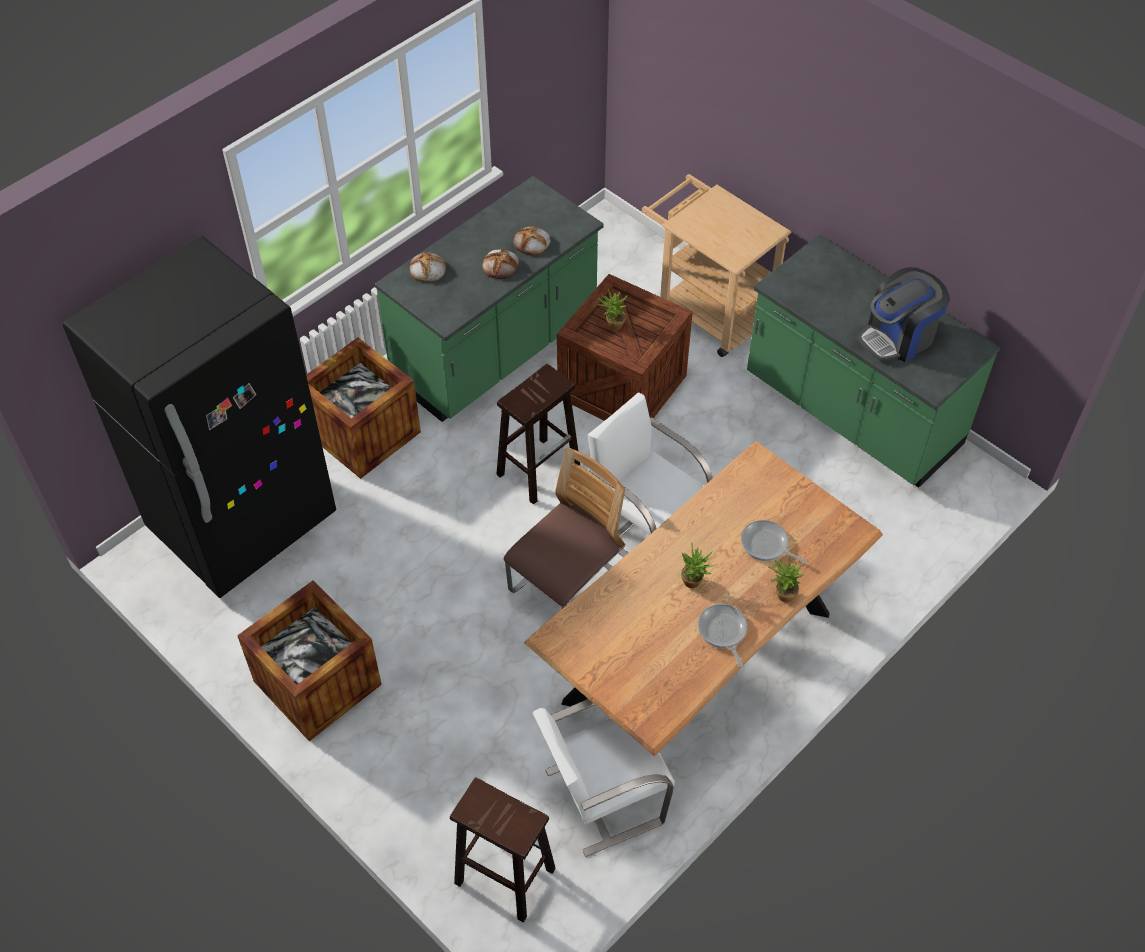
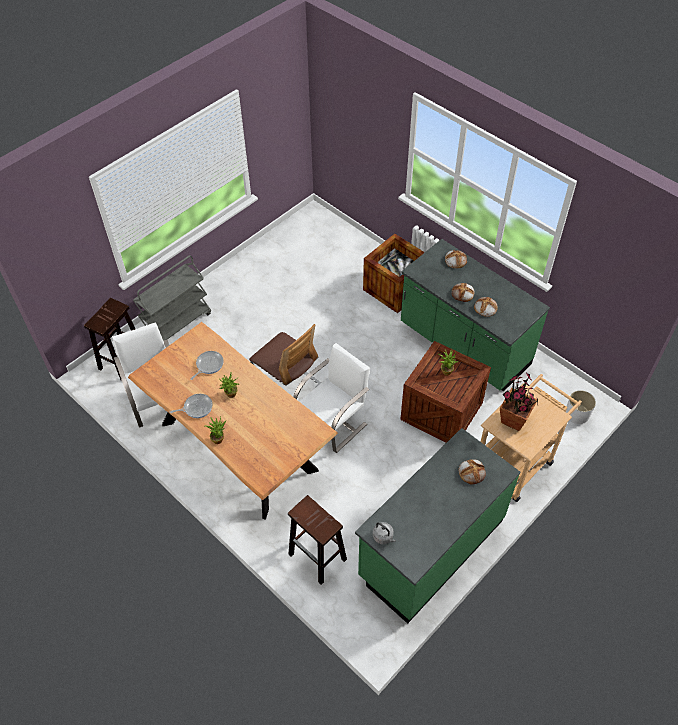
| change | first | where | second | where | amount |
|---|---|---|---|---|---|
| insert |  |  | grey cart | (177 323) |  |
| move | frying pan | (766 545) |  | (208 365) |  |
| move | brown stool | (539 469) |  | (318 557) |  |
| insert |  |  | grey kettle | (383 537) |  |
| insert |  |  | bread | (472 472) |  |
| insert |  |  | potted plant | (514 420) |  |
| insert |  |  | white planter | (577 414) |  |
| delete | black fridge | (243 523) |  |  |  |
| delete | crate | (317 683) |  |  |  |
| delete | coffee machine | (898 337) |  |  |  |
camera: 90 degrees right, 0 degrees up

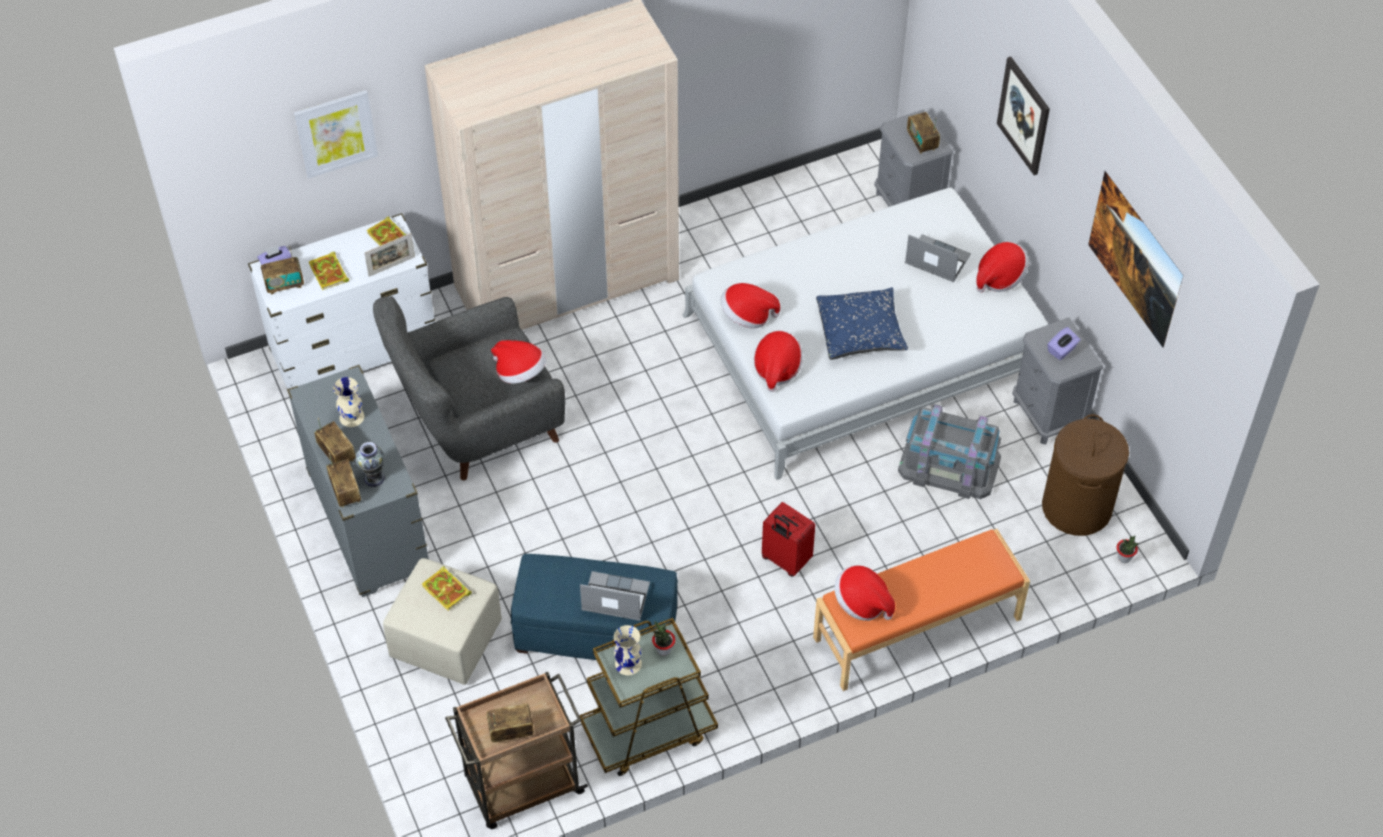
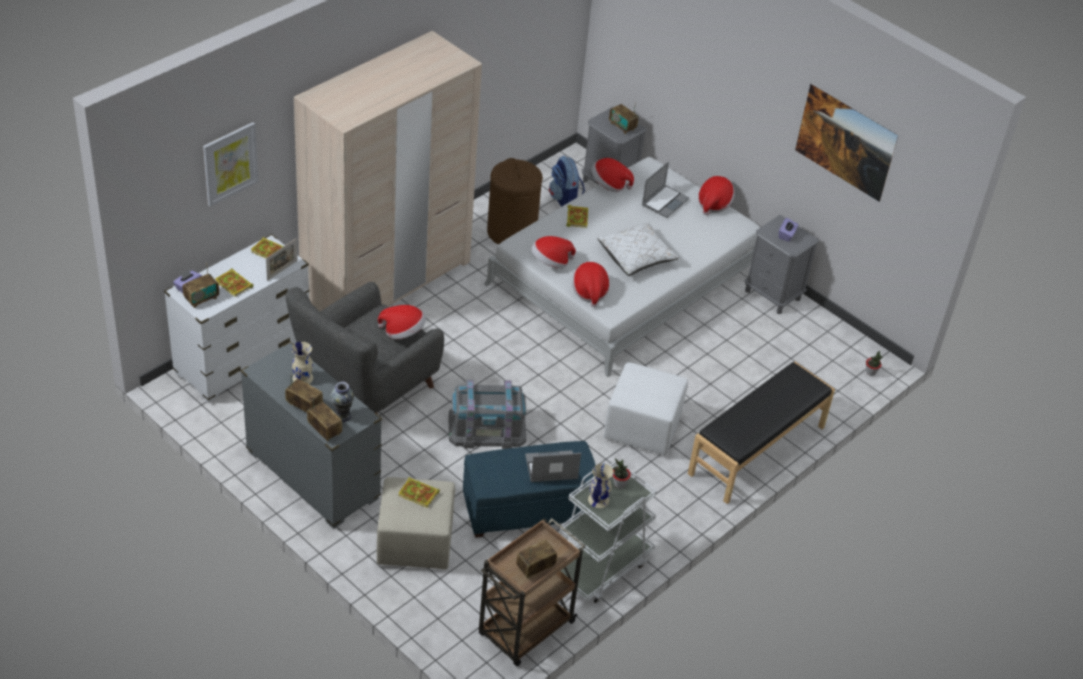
| change | first | where | second | where | amount |
|---|---|---|---|---|---|
| move | grey storage box | (949 465) |  | (487 428) |  |
| move | brown laundry basket | (1077 507) |  | (512 232) |  |
| insert |  |  | backpack | (565 199) |  |
| recolor | brown cart | (648 730) | white cart | (600 566) |  |
| insert |  |  | book | (576 217) |  |
| move | hat | (862 602) |  | (609 184) |  |
| recolor | blue pillow | (860 333) | white pillow | (636 257) |  |
| replace | red suitcase | (785 560) | white ottoman | (641 428) |  |
| rotate | laptop | (936 260) |  | (664 202) | 120 degrees clockwise |
| recolor | orange bench | (918 629) | black bench | (757 451) |  |
| delete | picture | (1024 115) |  |  |  |
camera: 25 degrees left, 10 degrees down

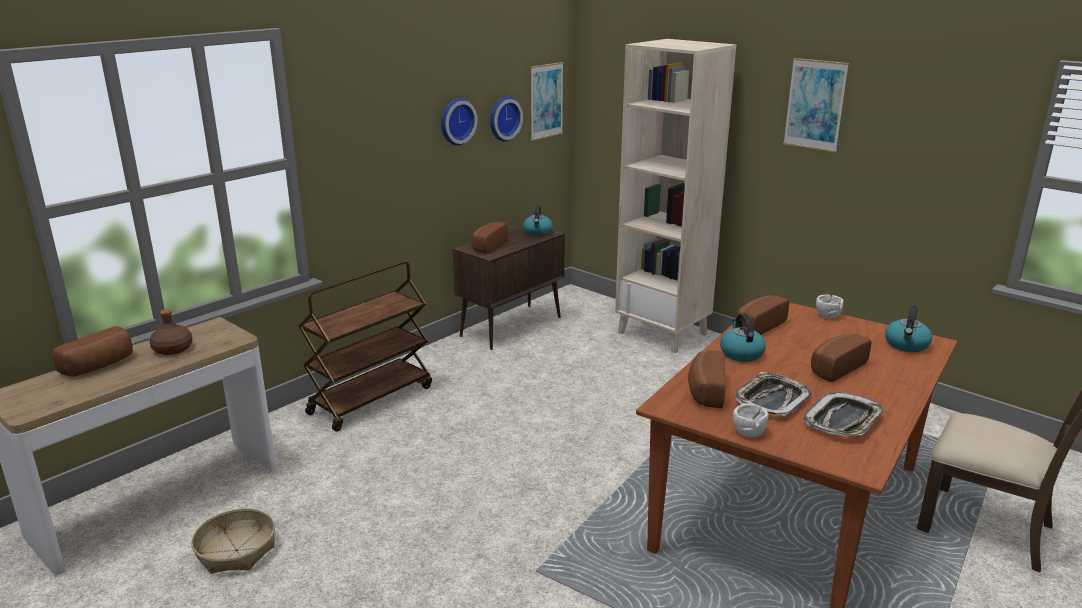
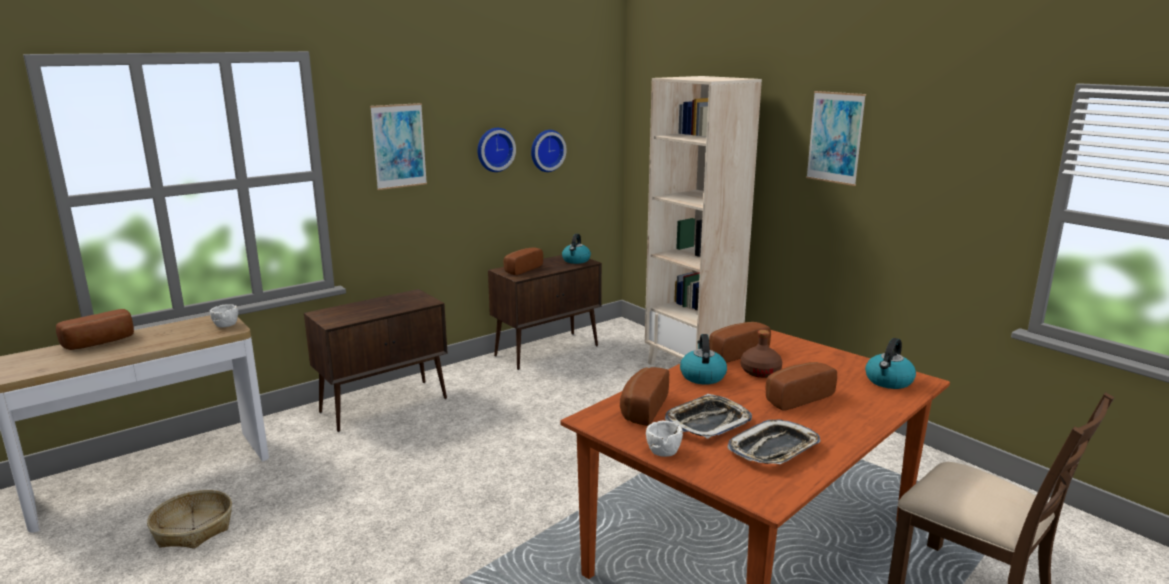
| change | first | where | second | where | amount |
|---|---|---|---|---|---|
| move | white bowl | (827 315) |  | (226 325) |  |
| replace | brown cart | (371 399) | brown cabinet | (385 405) |  |
| move | picture | (546 101) |  | (399 146) |  |
| move | brown bottle | (173 349) |  | (760 372) |  |
camera: 10 degrees right, 5 degrees down

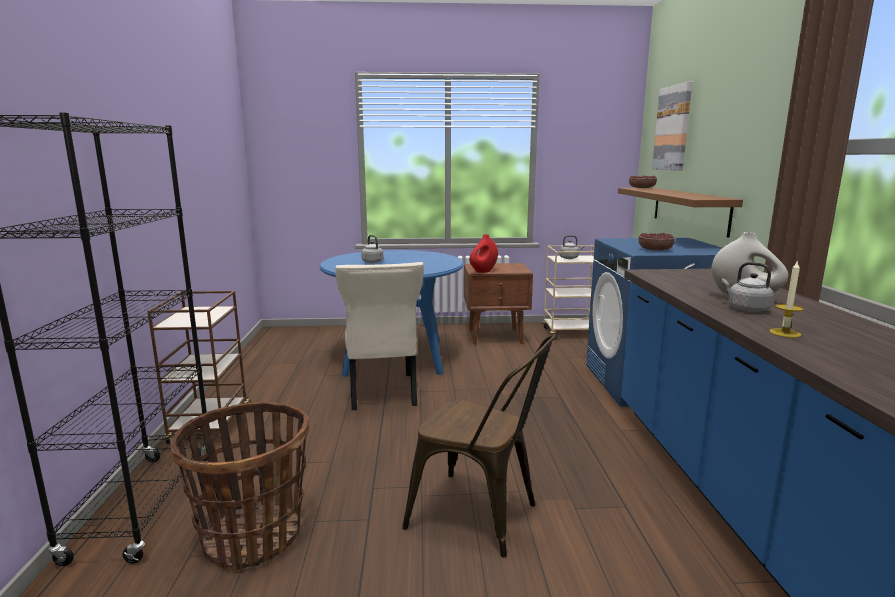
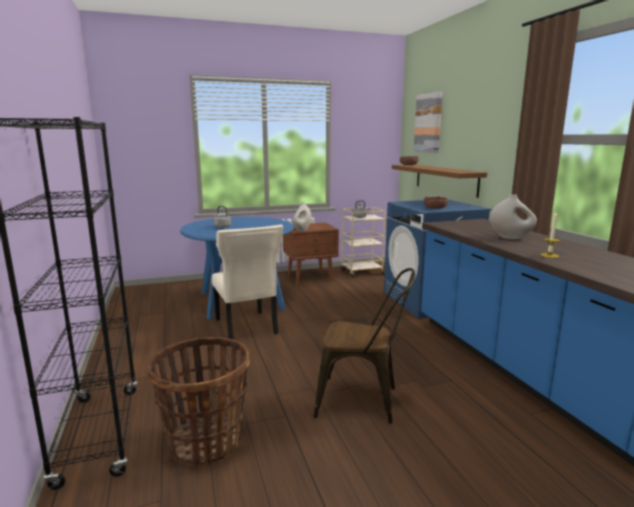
| change | first | where | second | where | amount |
|---|---|---|---|---|---|
| recolor | red vase | (483 271) | white vase | (302 230) |  |
| delete | brown cart | (210 426) |  |  |  |
| delete | grey kettle | (745 309) |  |  |  |
camera: 15 degrees left, 0 degrees up

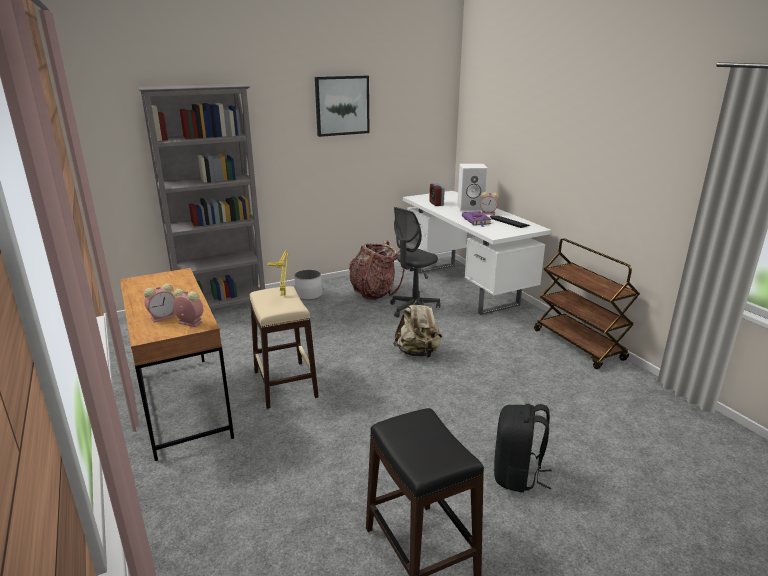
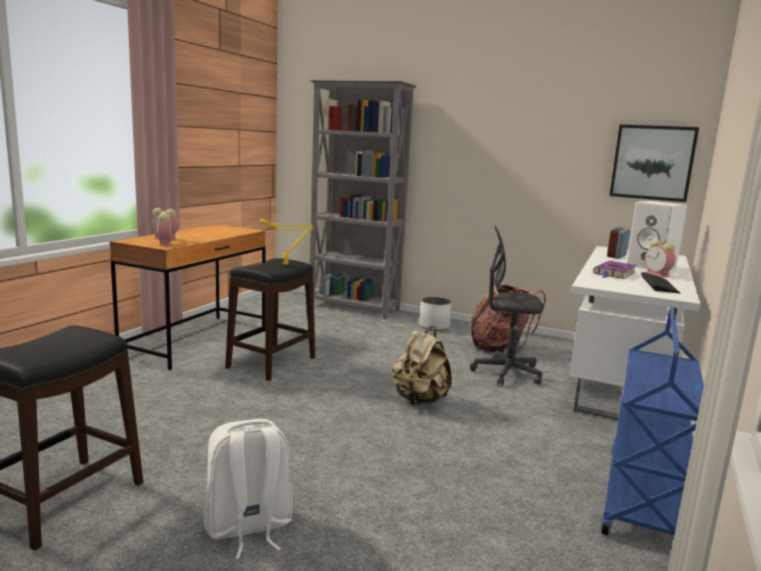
| change | first | where | second | where | amount |
|---|---|---|---|---|---|
| recolor | black backpack | (517 475) | white backpack | (248 527) |  |
| recolor | beige stool | (285 384) | black stool | (272 363) |  |
| recolor | brown cart | (579 345) | blue cart | (644 501) |  |
| move | picture | (342 105) |  | (652 162) |  |
camera: 50 degrees right, 10 degrees down

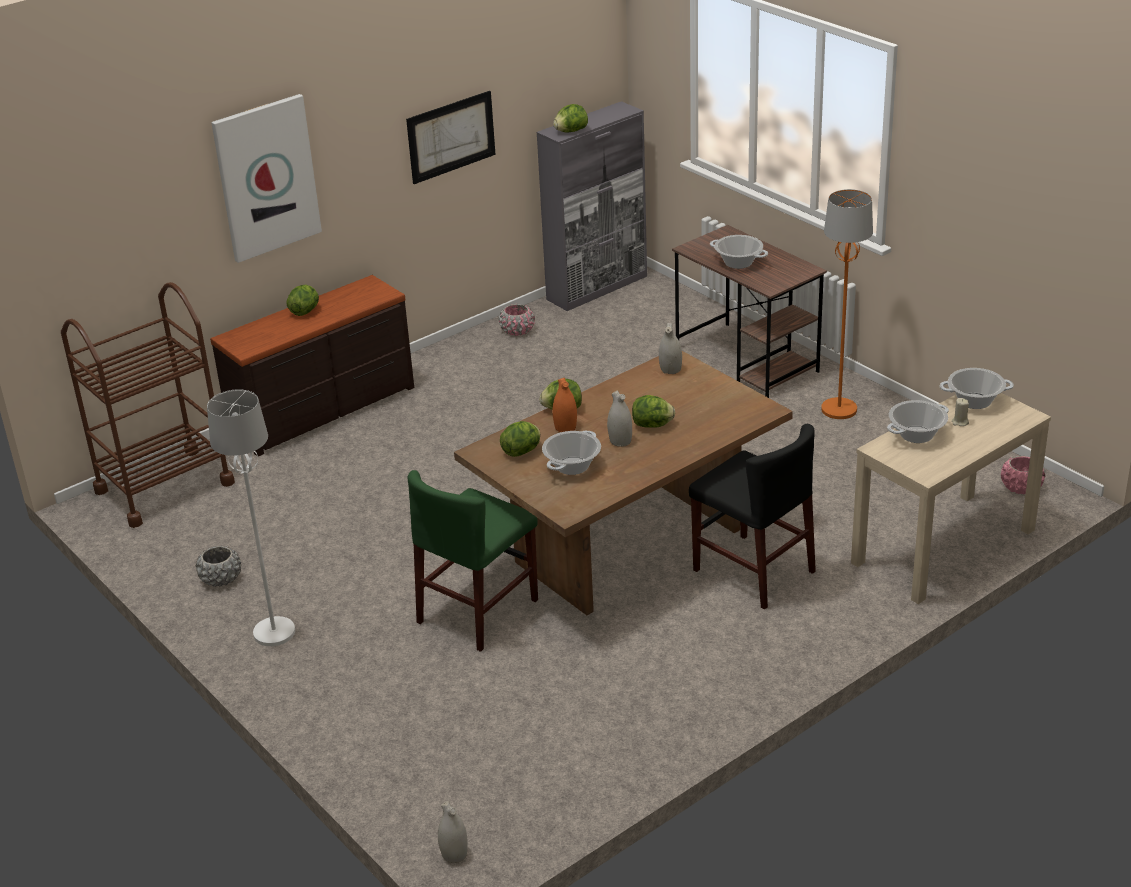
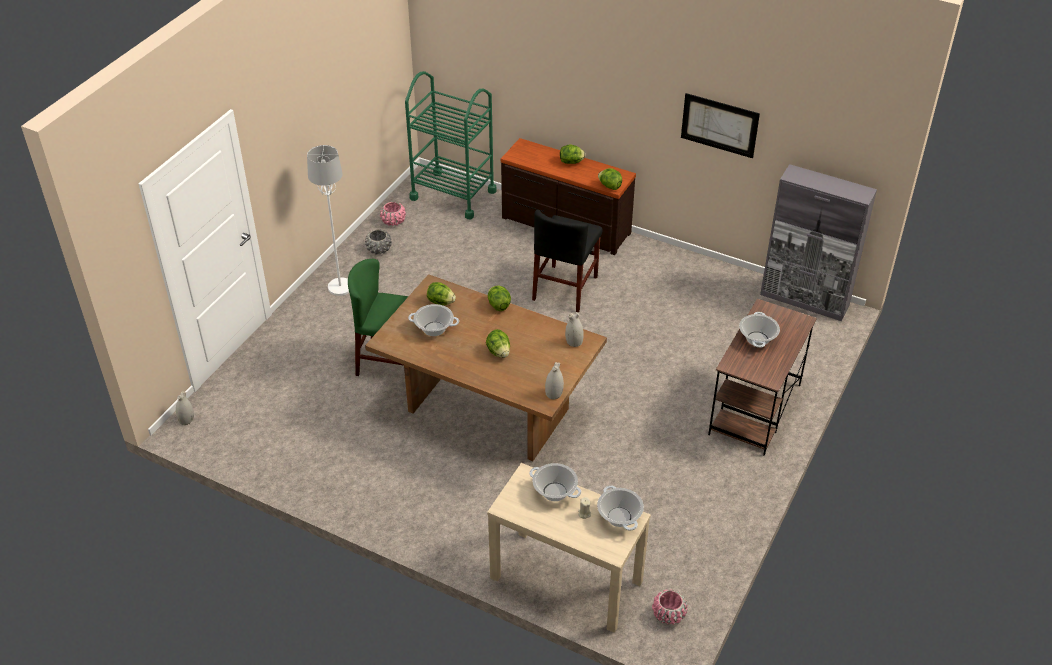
| change | first | where | second | where | amount |
|---|---|---|---|---|---|
| move | pink planter | (517 331) |  | (393 221) |  |
| recolor | brown cart | (164 487) | green cart | (453 195) |  |
| move | black chair | (753 571) |  | (565 288) |  |
| move | white vase | (620 440) |  | (554 393) |  |
| move | lettuce | (571 131) |  | (609 186) |  |
| delete | picture | (266 177) |  |  |  |
| delete | orange vase | (565 427) |  |  |  |
| delete | orange floor lamp | (839 409) |  |  |  |
camera: 65 degrees right, 10 degrees up

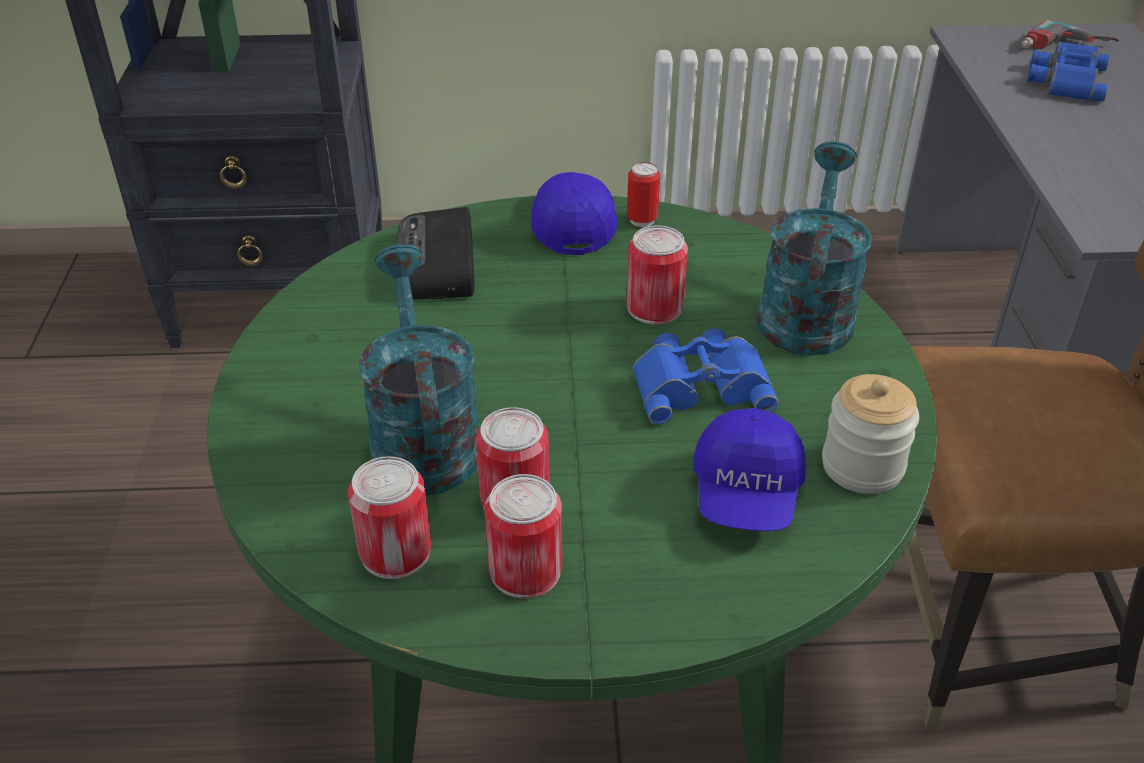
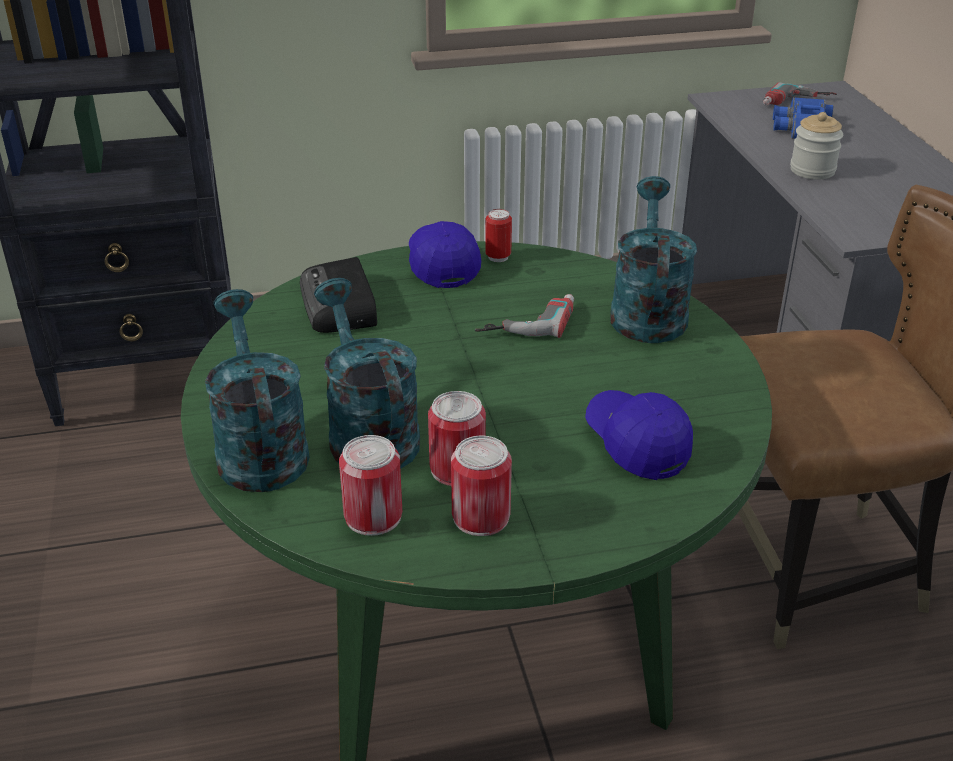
| change | first | where | second | where | amount |
|---|---|---|---|---|---|
| insert |  |  | turquoise watering can | (259 448) |  |
| replace | can | (654 307) | power drill | (527 320) |  |
| rotate | blue cap | (746 494) |  | (636 444) | 150 degrees clockwise |
| move | jar | (862 466) |  | (812 170) |  |
| delete | blue binoculars | (700 384) |  |  |  |
camera: 10 degrees left, 5 degrees down

